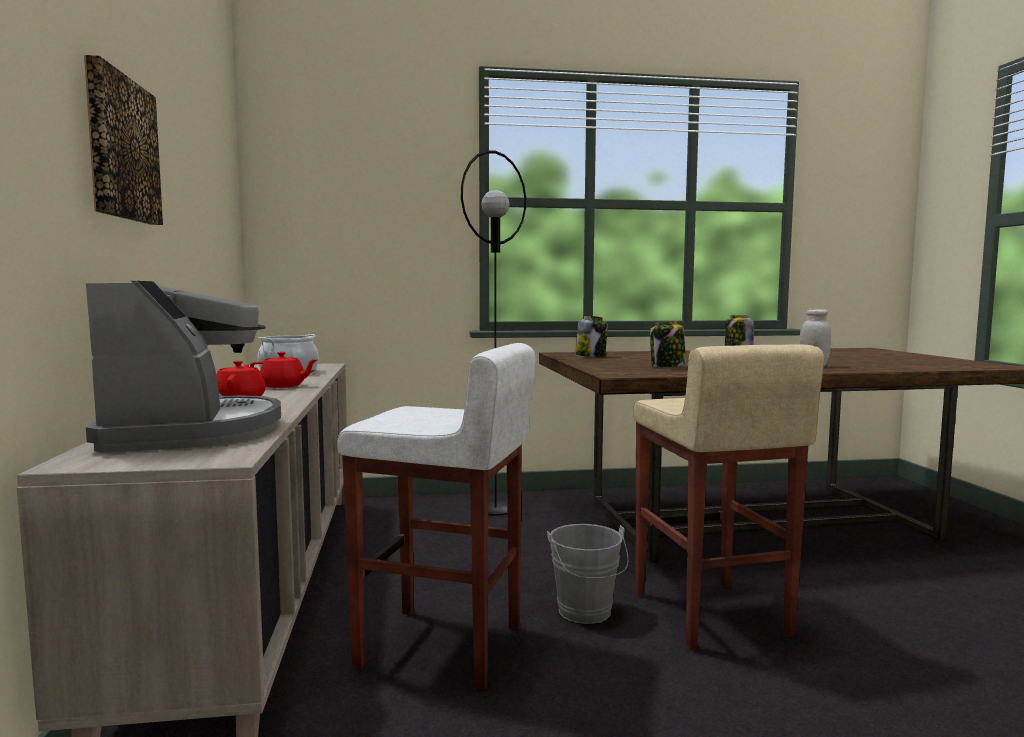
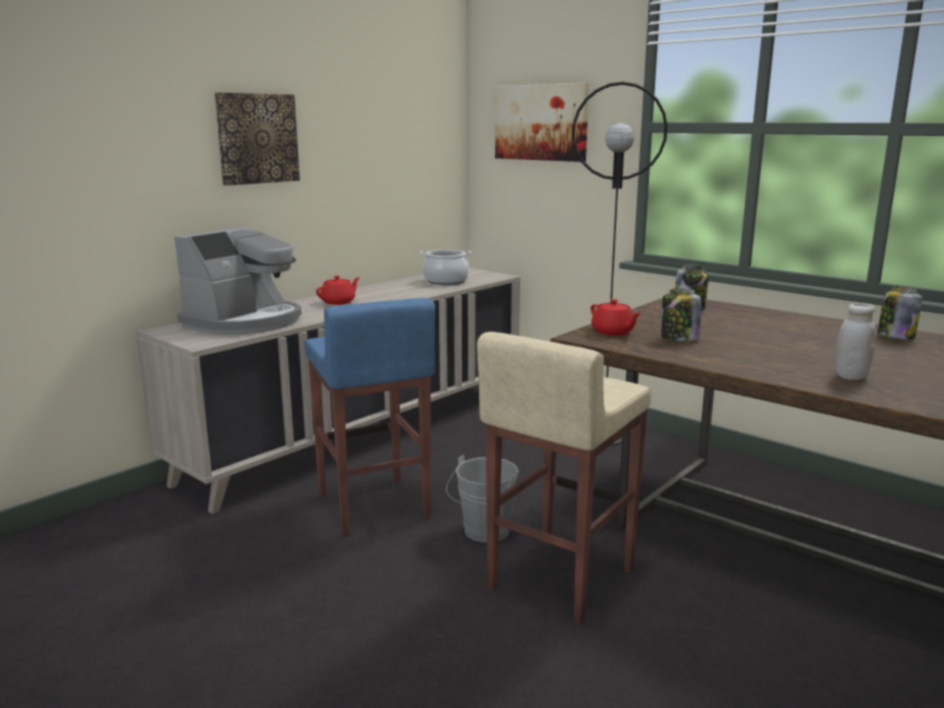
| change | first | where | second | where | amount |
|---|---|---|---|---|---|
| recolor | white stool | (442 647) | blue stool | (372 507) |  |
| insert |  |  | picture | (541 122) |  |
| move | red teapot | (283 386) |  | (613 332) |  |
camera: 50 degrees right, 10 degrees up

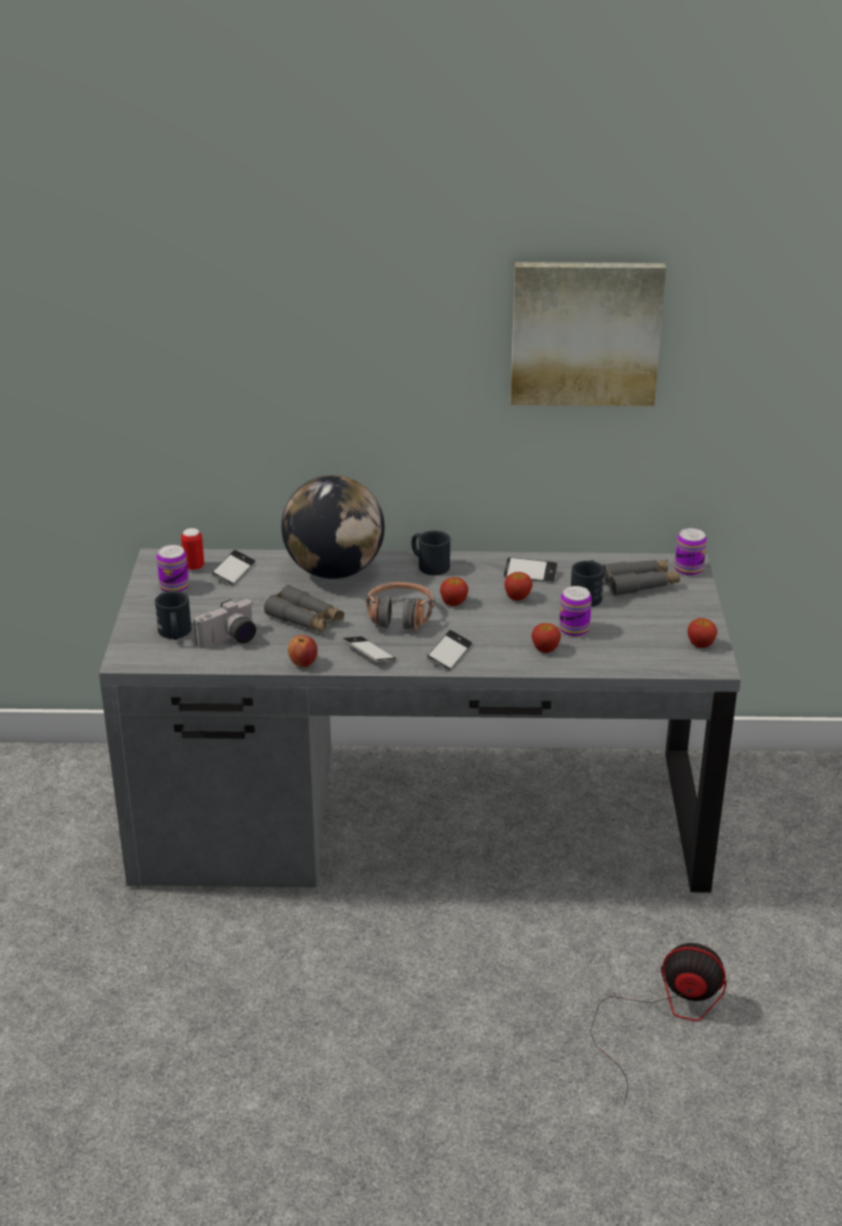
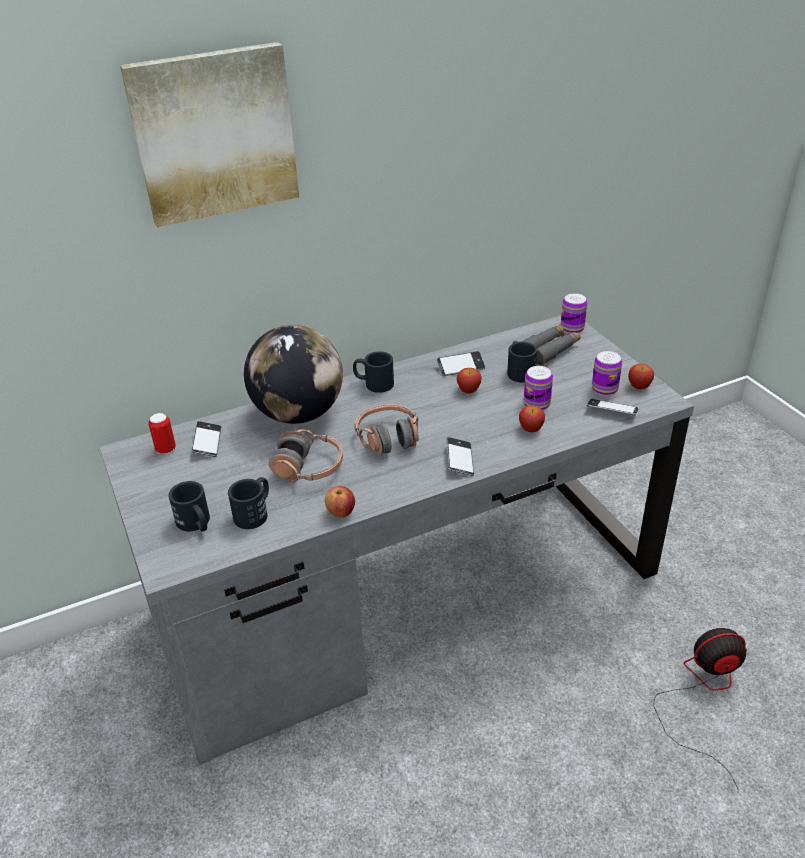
| change | first | where | second | where | amount |
|---|---|---|---|---|---|
| move | picture | (585 332) |  | (214 134) |  |
| replace | photo camera | (230 640) | black mug | (255 512) |  |
| replace | grey binoculars | (305 619) | headphones | (309 468) |  |
| move | phone | (369 654) |  | (612 411) |  |
| move | can | (174 587) |  | (604 389) |  |
| delete | apple | (454 602) |  |  |  |
camera: 25 degrees left, 5 degrees up

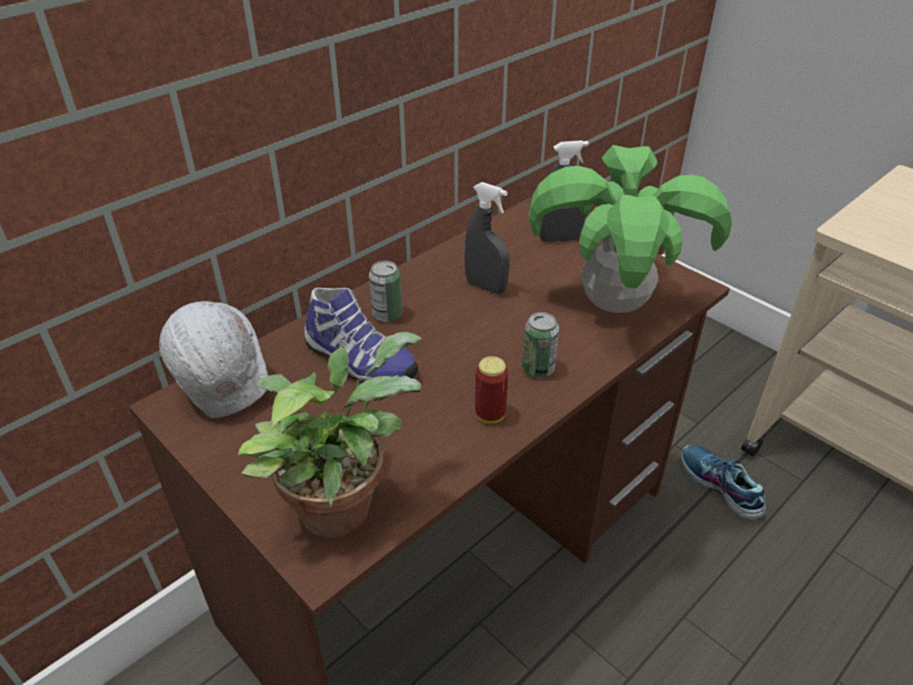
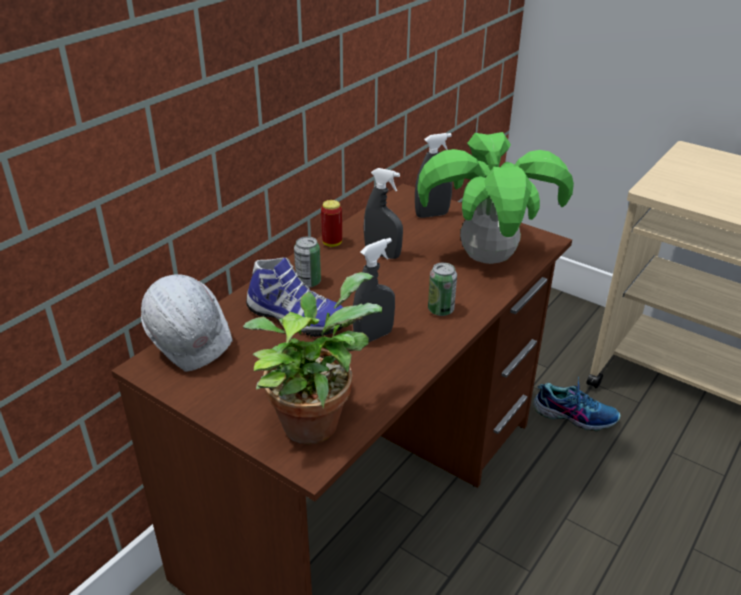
| change | first | where | second | where | amount |
|---|---|---|---|---|---|
| move | can | (490 415) |  | (332 243) |  |
| insert |  |  | grey spray bottle | (373 336) |  |
| rotate | shoe | (719 487) |  | (574 415) | 150 degrees clockwise |
camera: 10 degrees left, 5 degrees down

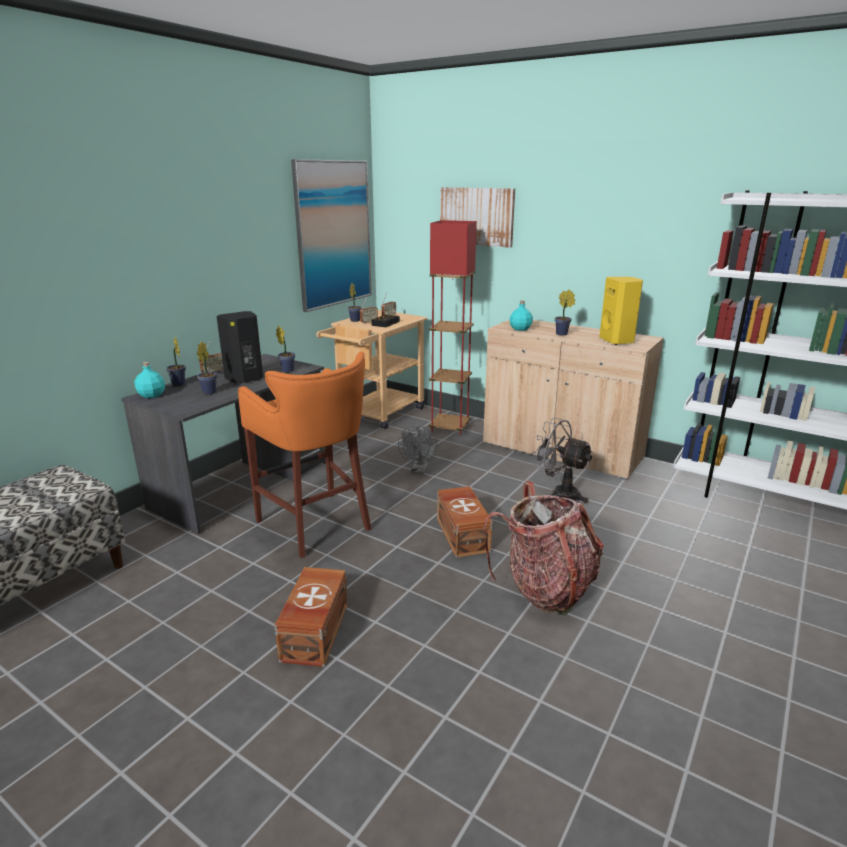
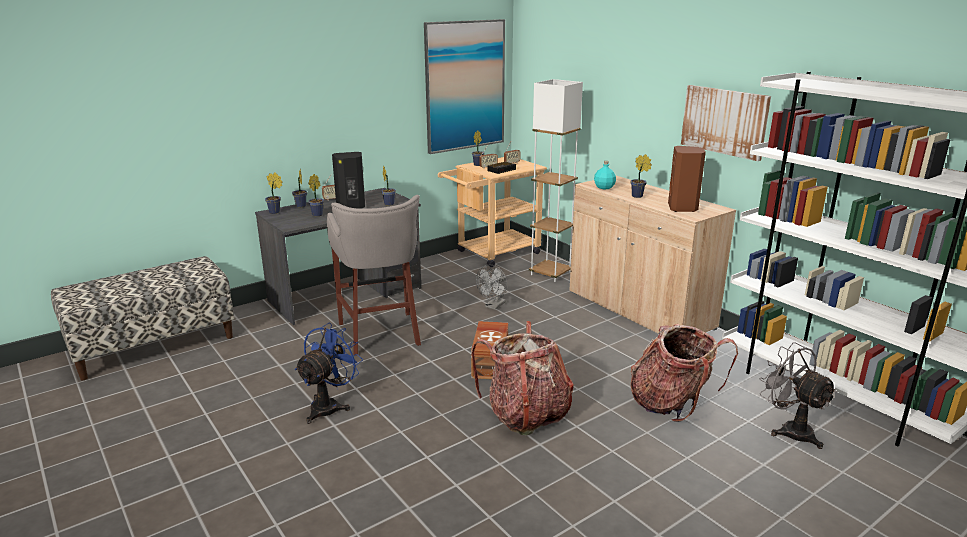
| change | first | where | second | where | amount |
|---|---|---|---|---|---|
| replace | turquoise bottle | (151 395) | potted plant | (276 212) |  |
| replace | brown storage box | (313 632) | blue fan | (329 406) |  |
| recolor | orange stool | (316 525) | grey stool | (381 334) |  |
| recolor | red floor lamp | (449 427) | white floor lamp | (550 273) |  |
| insert |  |  | backpack | (672 404) |  |
| recolor | yellow speaker | (618 341) | brown speaker | (683 208) |  |
| move | picture | (476 216) |  | (724 121) |  |
| move | grey fan | (559 493) |  | (789 430) |  |
camera: 20 degrees right, 0 degrees up

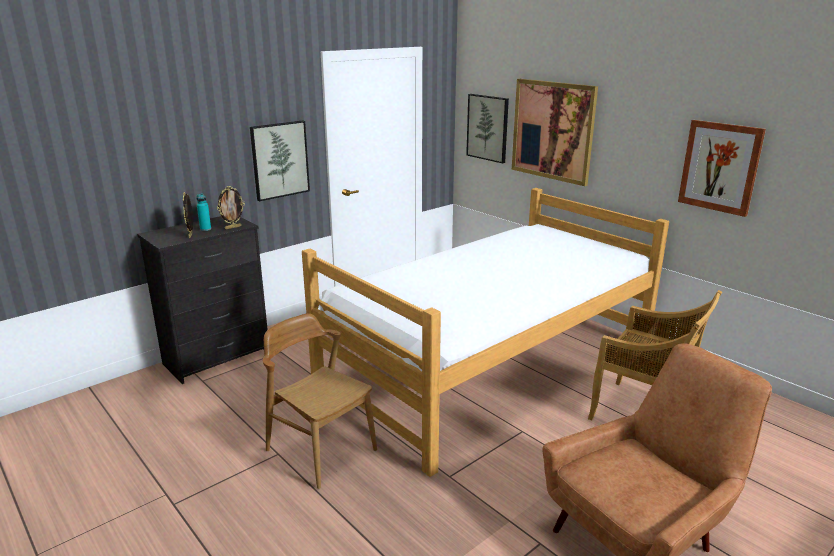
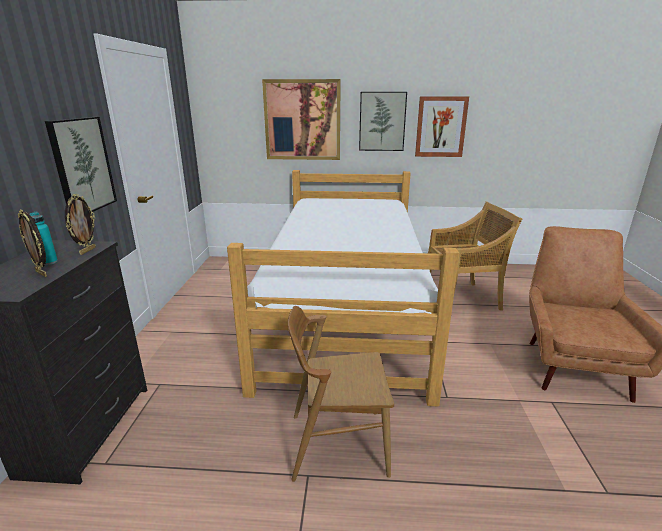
| change | first | where | second | where | amount |
|---|---|---|---|---|---|
| move | picture | (488 128) |  | (382 121) |  |
camera: 45 degrees left, 0 degrees up

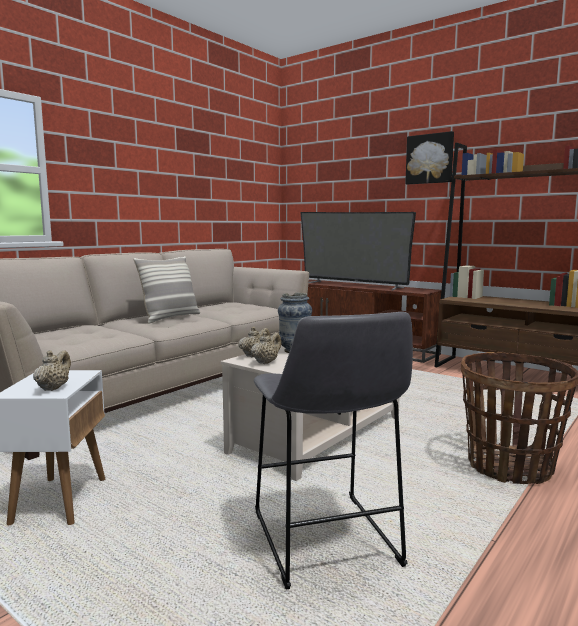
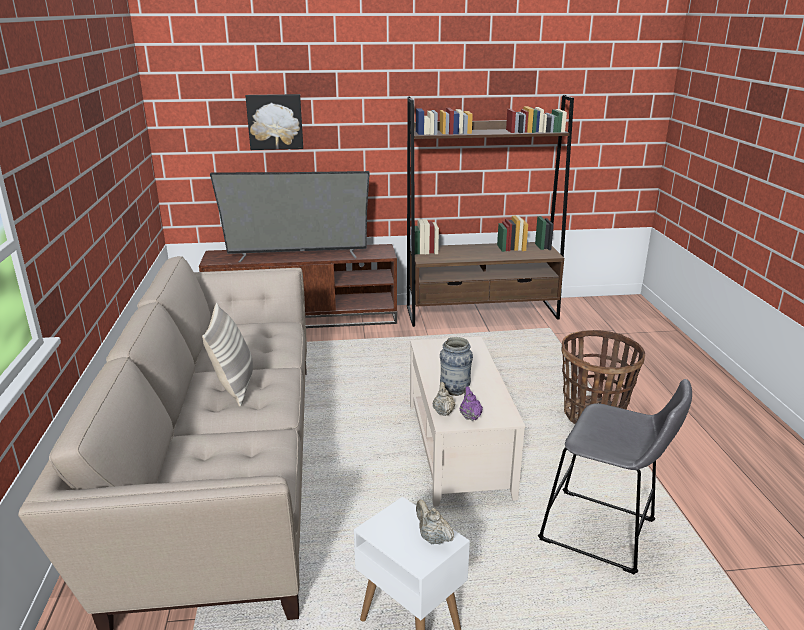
| change | first | where | second | where | amount |
|---|---|---|---|---|---|
| move | picture | (430 159) |  | (275 121) |  |
| recolor | beige teapot | (266 362) | purple teapot | (470 416) |  |
camera: 45 degrees left, 15 degrees up

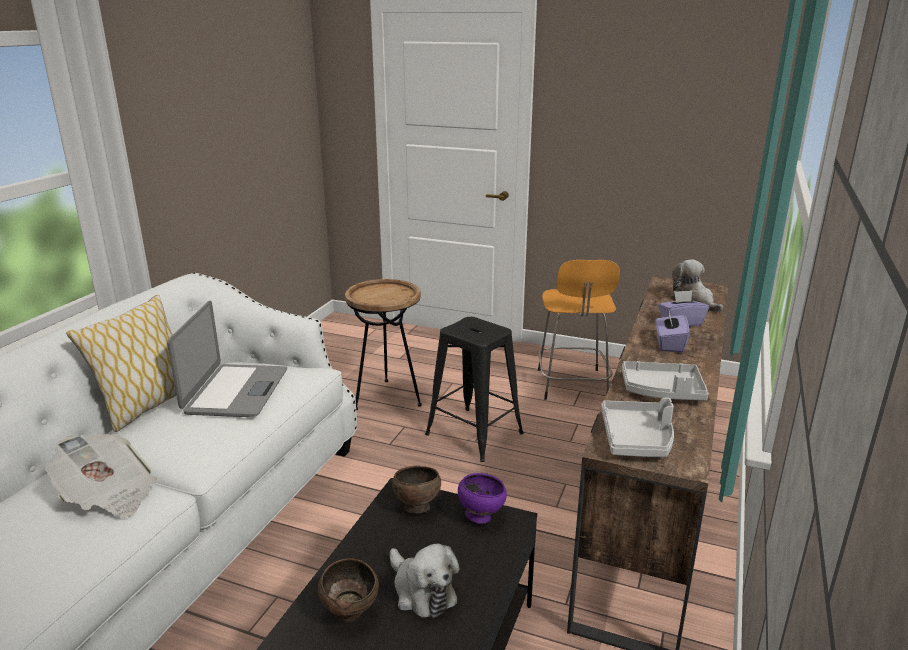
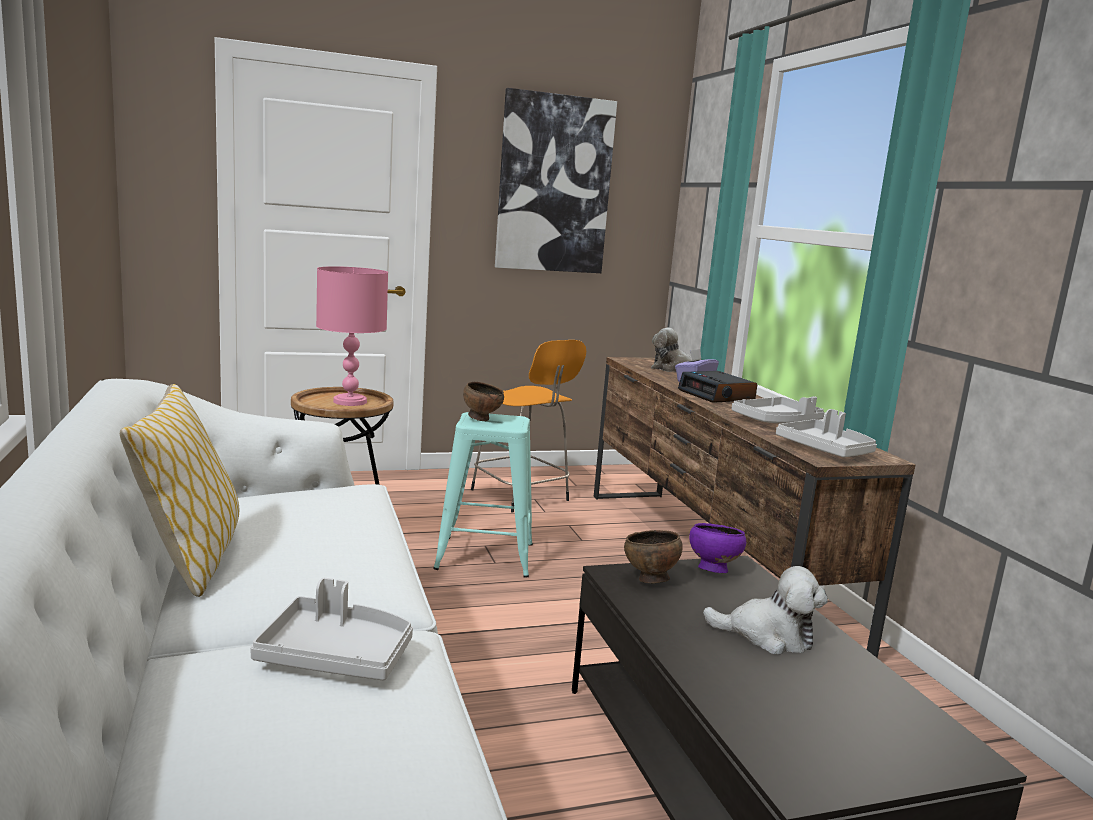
| change | first | where | second | where | amount |
|---|---|---|---|---|---|
| replace | newspaper | (108 495) | grey tray | (336 655) |  |
| insert |  |  | pink table lamp | (349 401) |  |
| recolor | black stool | (474 434) | turquoise stool | (485 556) |  |
| move | brown bowl | (351 613) |  | (481 419) |  |
| insert |  |  | picture | (554 184) |  |
| replace | purple tissue box | (669 344) | alarm clock | (717 395) |  |
| delete | laptop | (235 391) |  |  |  |
camera: 40 degrees left, 10 degrees down

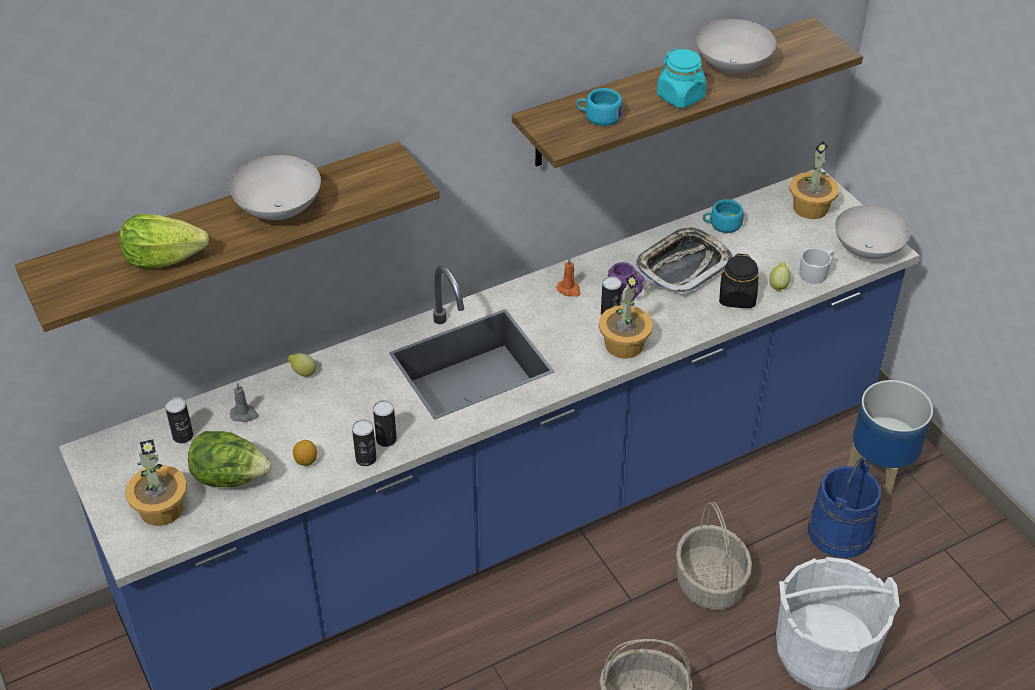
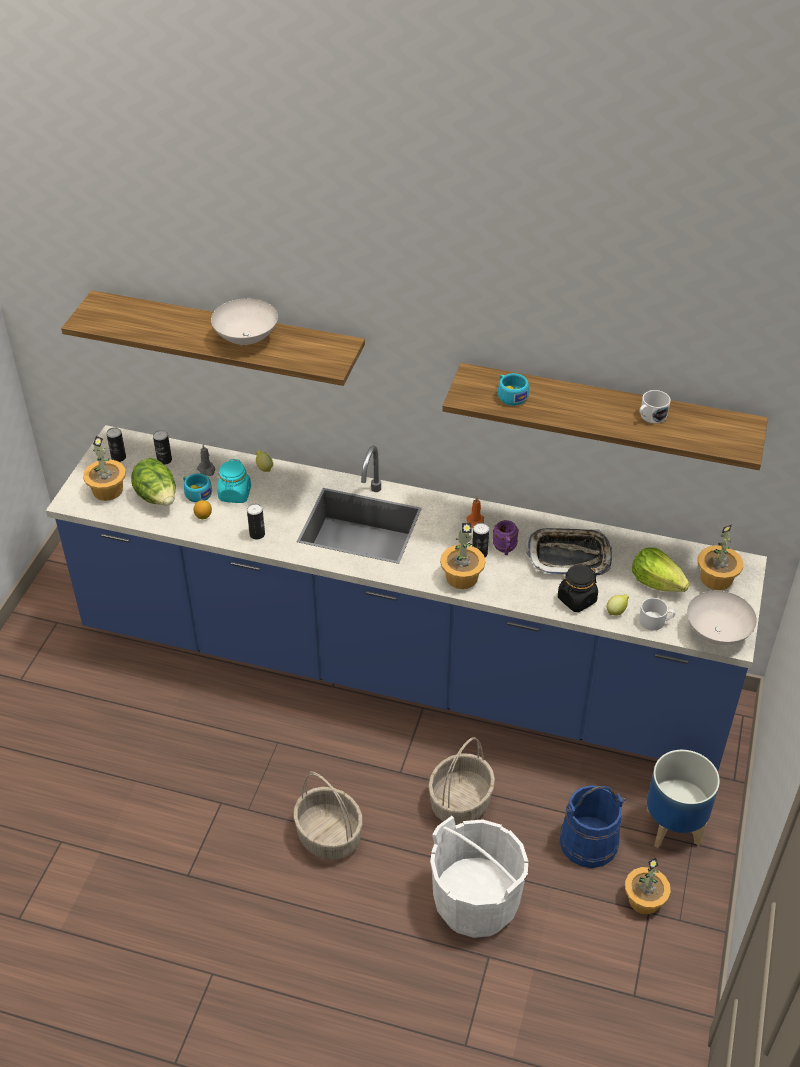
| change | first | where | second | where | amount |
|---|---|---|---|---|---|
| move | can | (366 458) |  | (118 457) |  |
| move | turquoise cup | (721 224) |  | (196 493) |  |
| move | turquoise jar | (681 97) |  | (235 494) |  |
| insert |  |  | potted plant | (645 899) |  |
| move | lettuce | (163 259) |  | (656 582) |  |
| replace | white bowl | (733 67) | white mug | (650 416) |  |
camera: 45 degrees right, 0 degrees up

